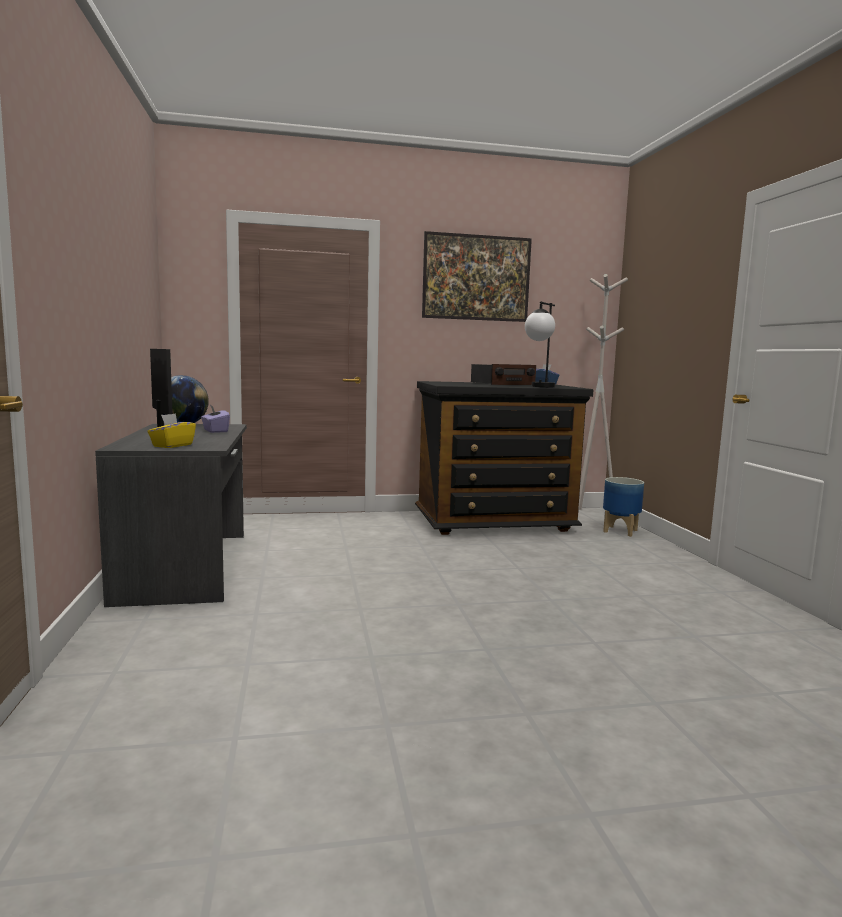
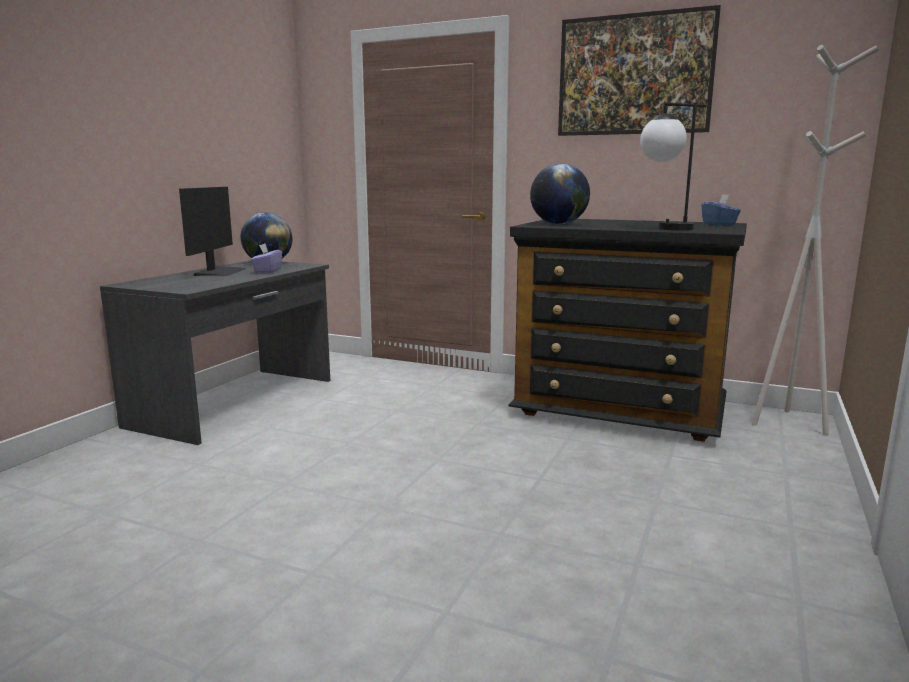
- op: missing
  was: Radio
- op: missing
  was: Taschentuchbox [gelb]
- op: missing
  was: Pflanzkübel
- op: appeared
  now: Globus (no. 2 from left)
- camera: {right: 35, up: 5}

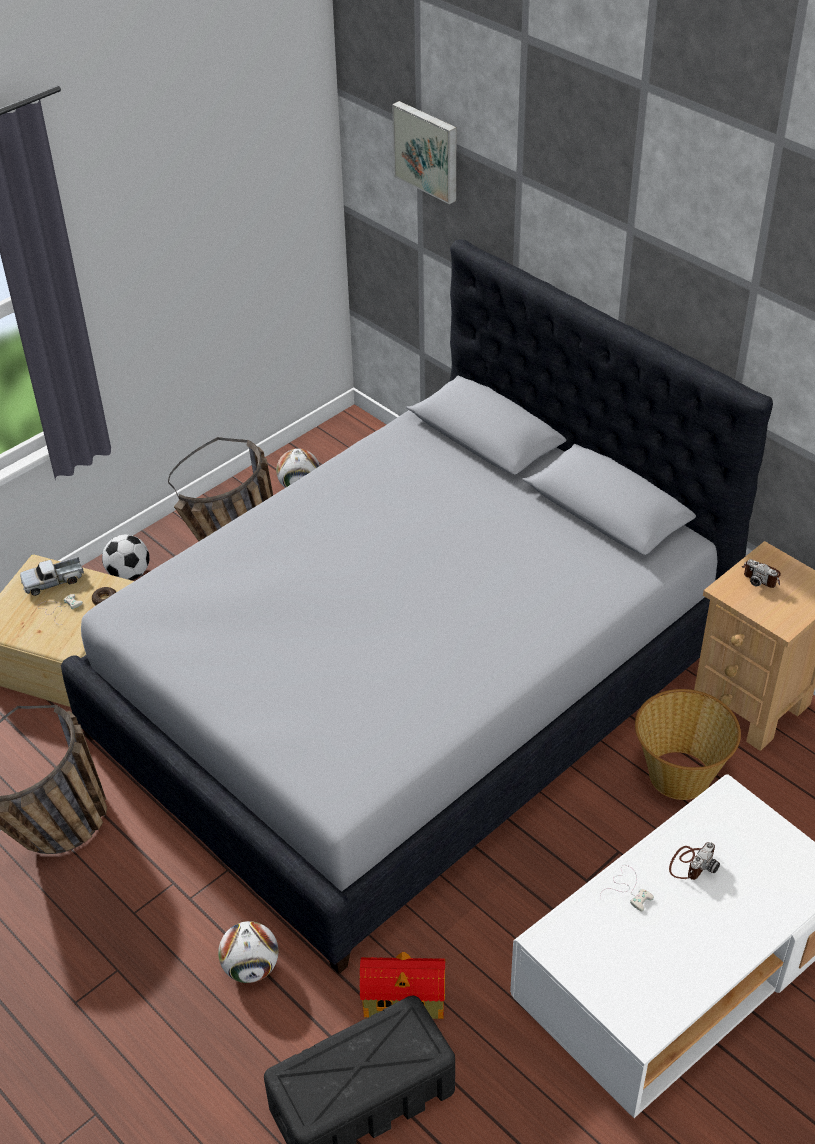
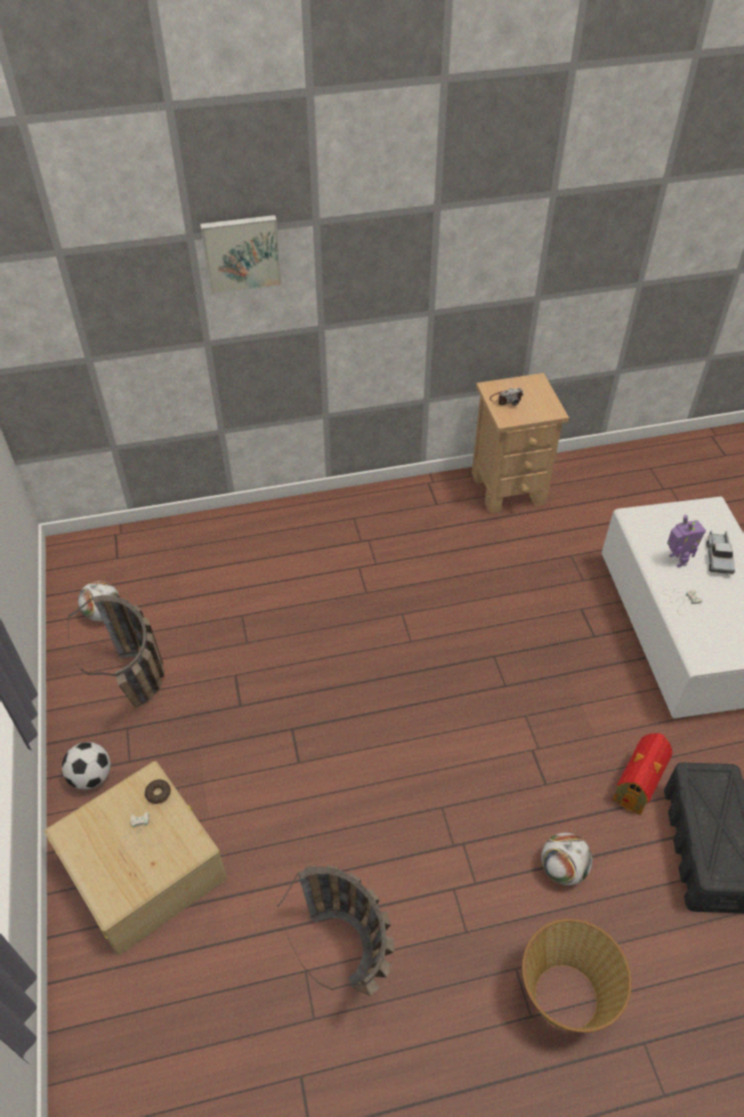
- op: relocated
  was: Bild
- op: missing
  was: Bett [grau]
- op: relocated
  was: Spielzeuglaster
- op: relocated
  was: Korb (no. 3 from left)
- op: exchanged
  was: Kamera (no. 1 from left)
  now: Spielzeugroboter
- camera: {right: -60, up: 5}

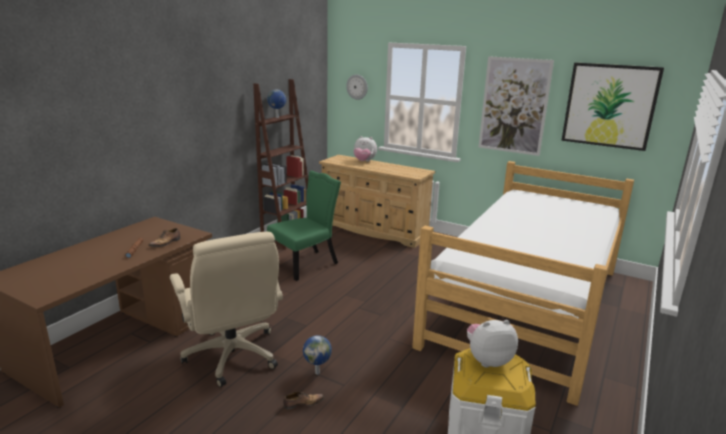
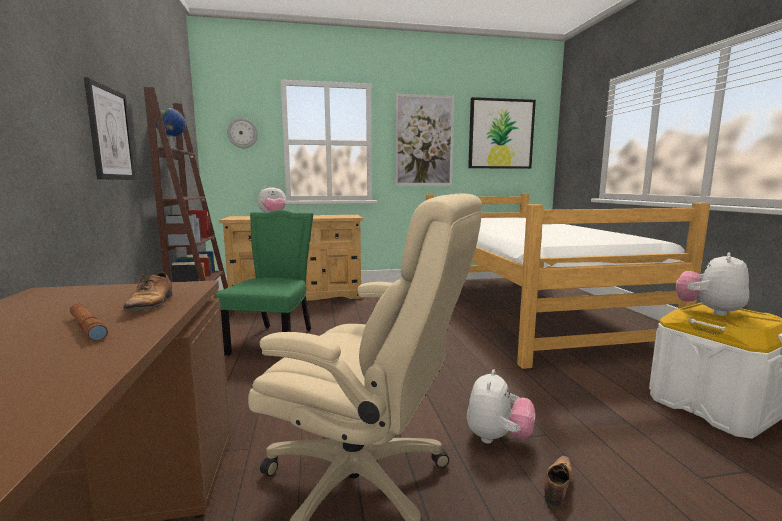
- op: exchanged
  was: Globus (no. 2 from left)
  now: Plüschtier (no. 2 from left)
- op: appeared
  now: Bild (no. 1 from left)
- camera: {right: -40, up: -10}

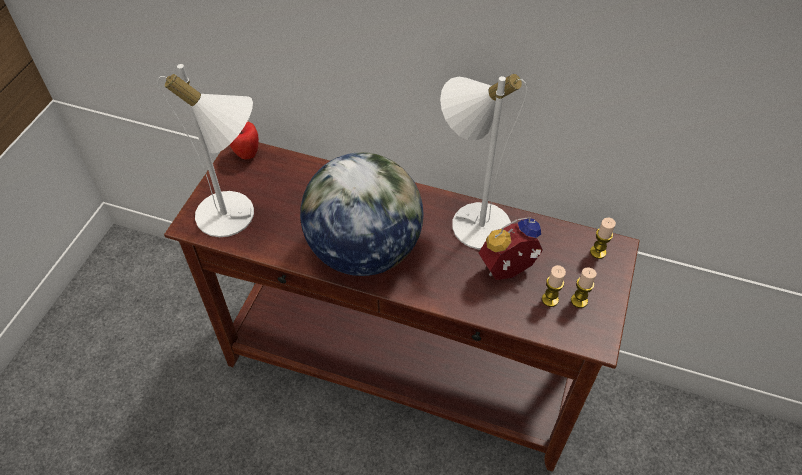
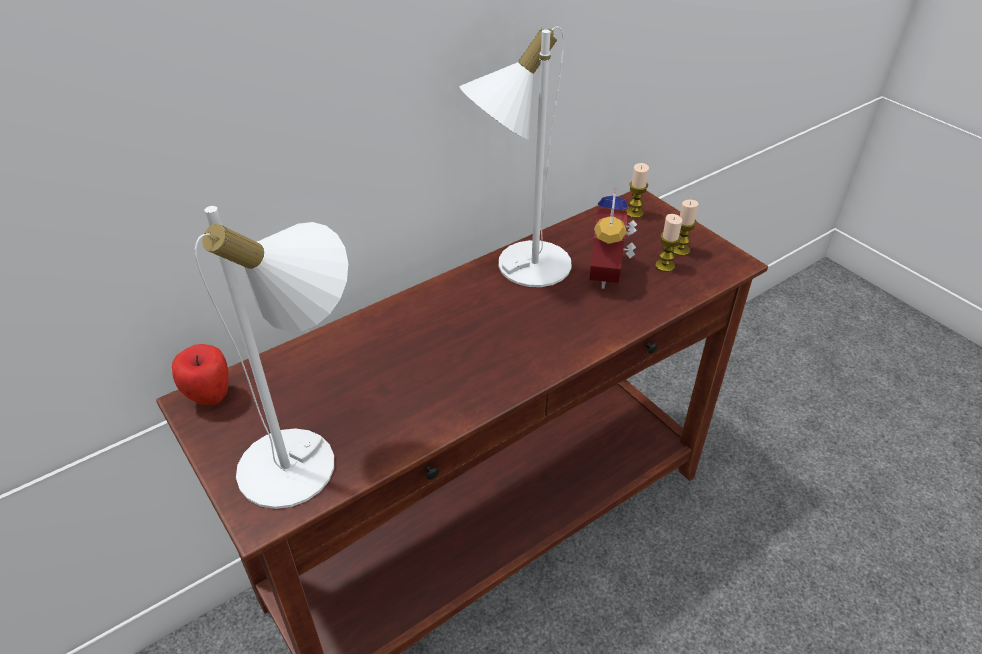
- op: missing
  was: Globus
- camera: {right: -55, up: -10}

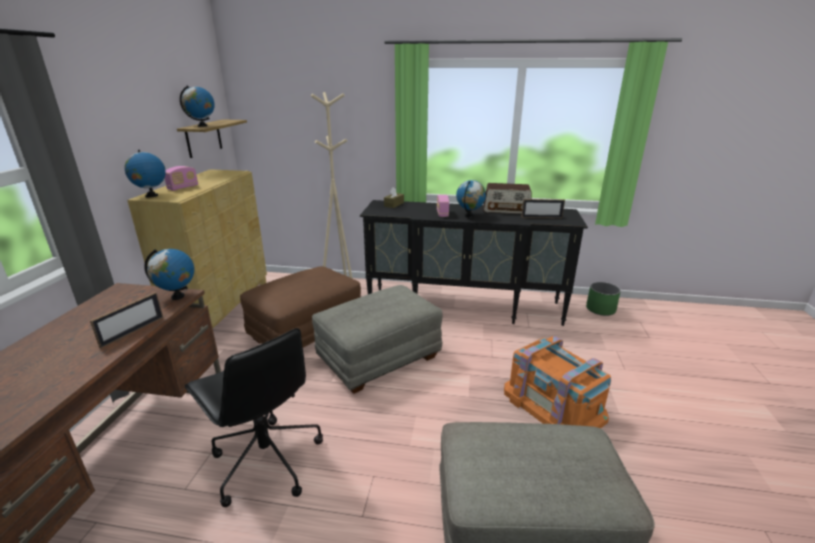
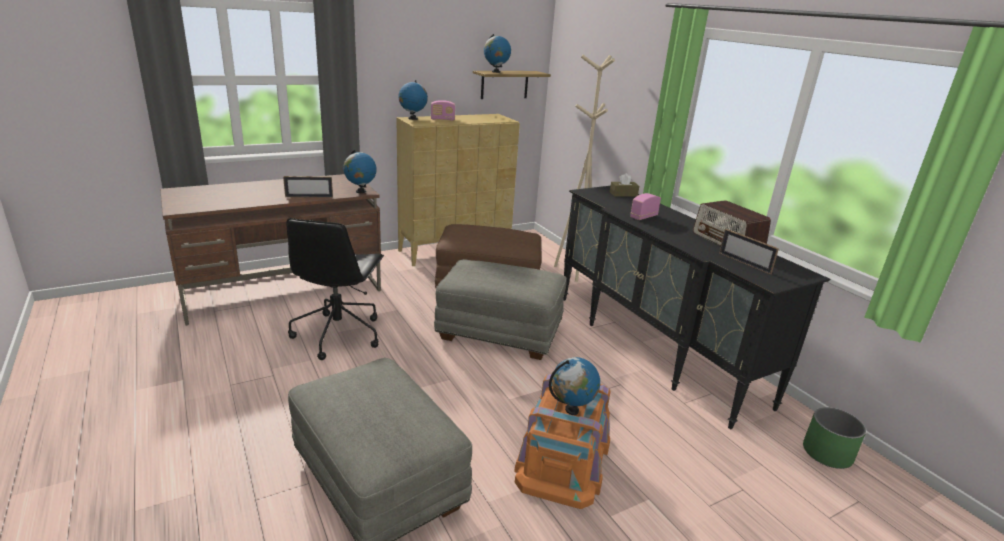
- op: relocated
  was: Globus (no. 4 from left)
- camera: {right: 50, up: 0}

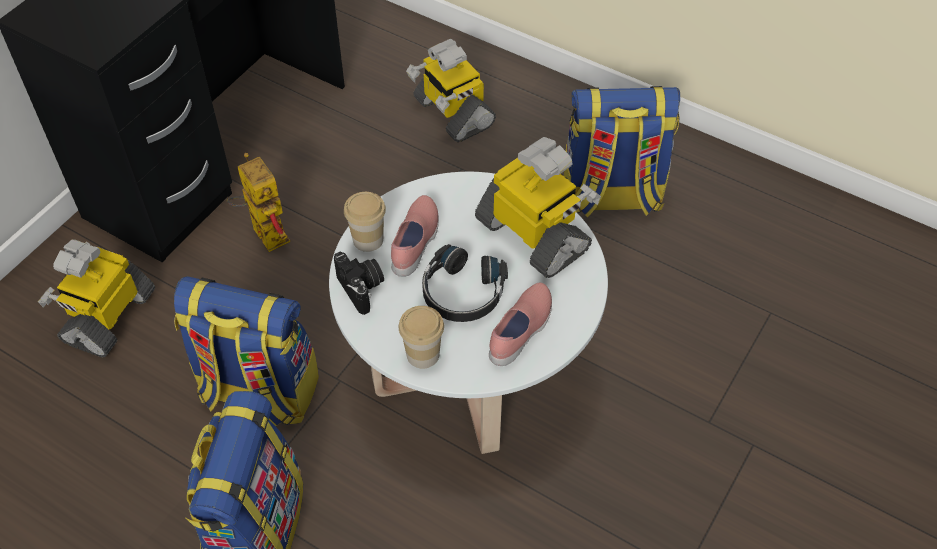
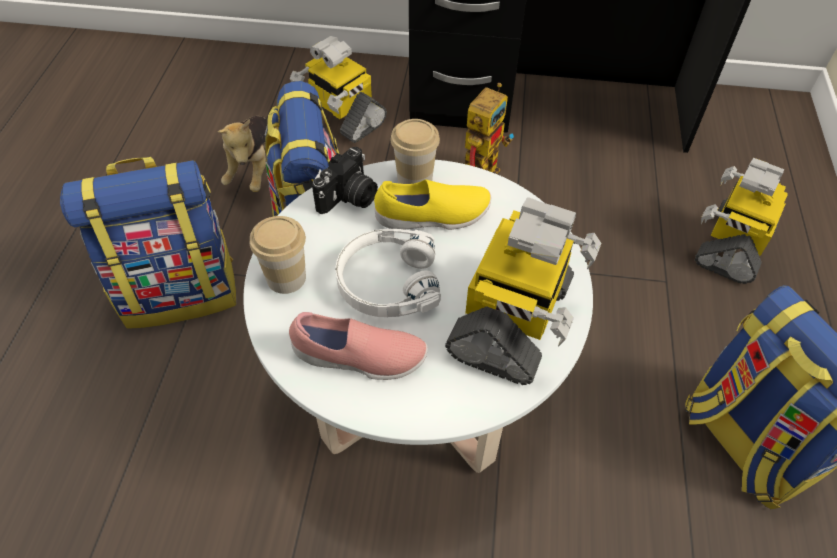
- op: colour
  was: Schuh [rosa] (no. 1 from left)
  now: Schuh [gelb]
- op: spun
  was: Spielzeugroboter (no. 1 from left)
  clockwise: -135
- op: colour
  was: Kopfhörer [schwarz]
  now: Kopfhörer [weiß]
- op: appeared
  now: Plüschtier
- camera: {right: 65, up: 0}

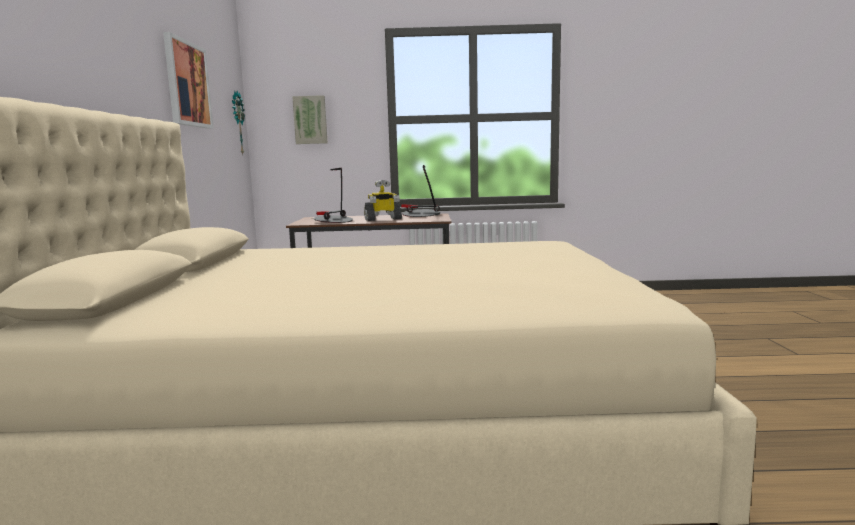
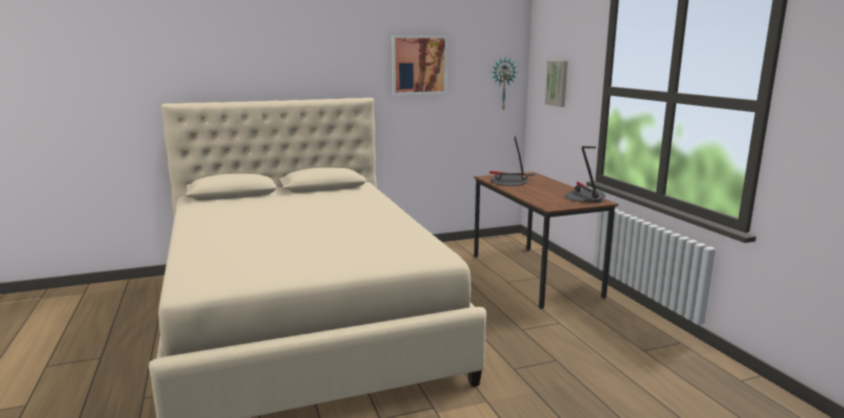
- op: missing
  was: Spielzeugroboter
- camera: {right: 70, up: 5}

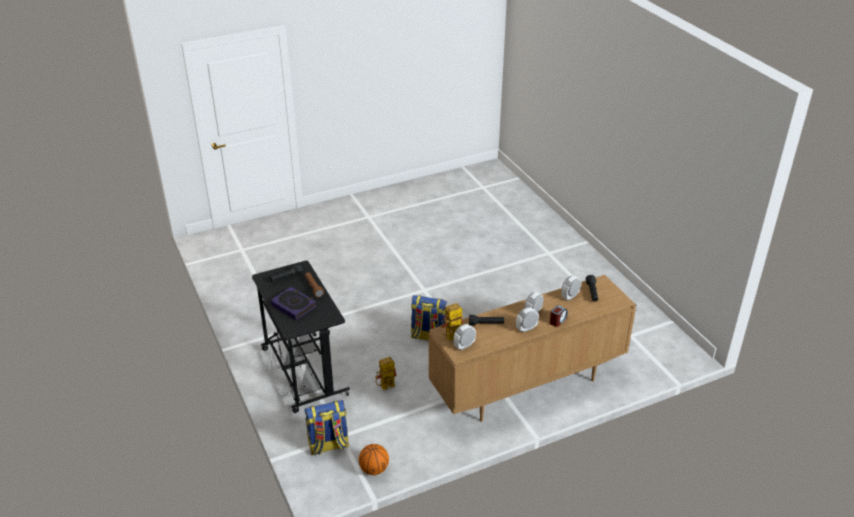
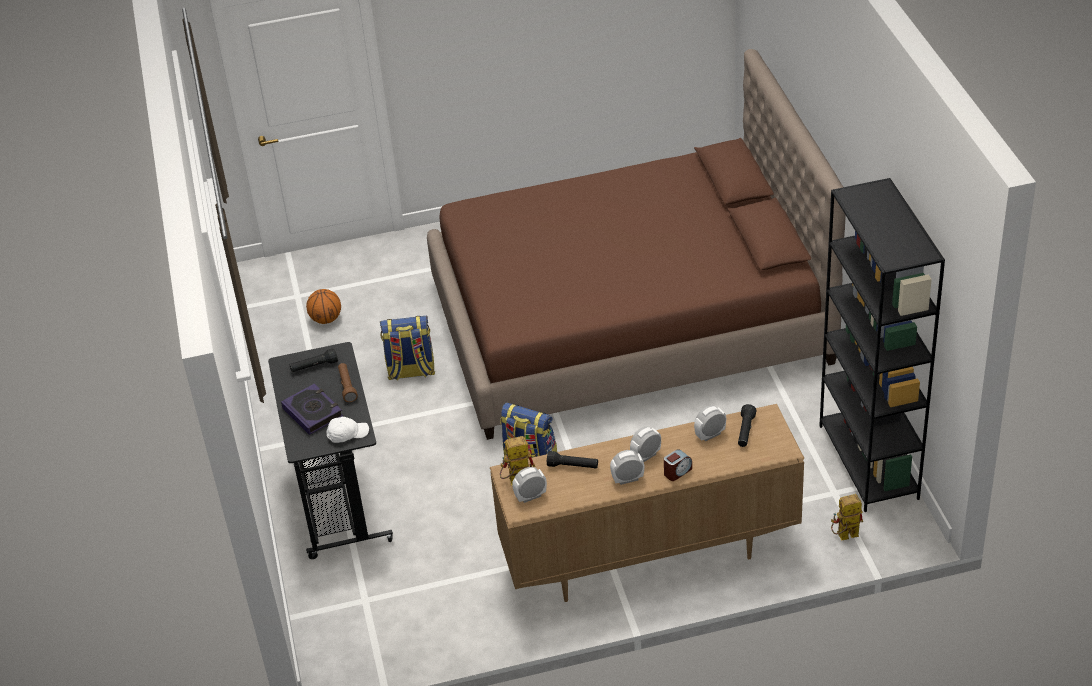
- op: relocated
  was: Spielzeugroboter (no. 1 from left in the first image)
  now: Spielzeugroboter (no. 2 from left)
- op: relocated
  was: Rucksack (no. 1 from left)
- op: relocated
  was: Basketball
- op: appeared
  now: Bett [braun]
- op: appeared
  now: Bücherregal [schwarz]
- op: appeared
  now: Kappe [weiß]
- camera: {right: 15, up: 5}

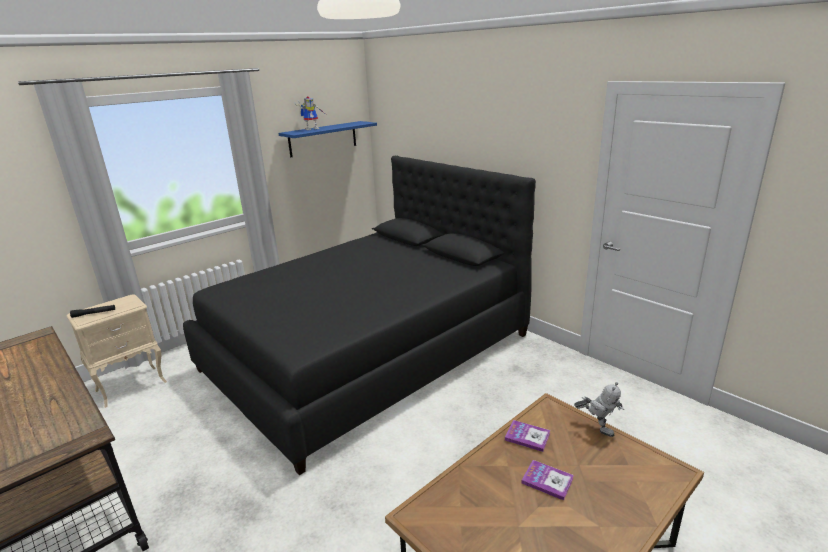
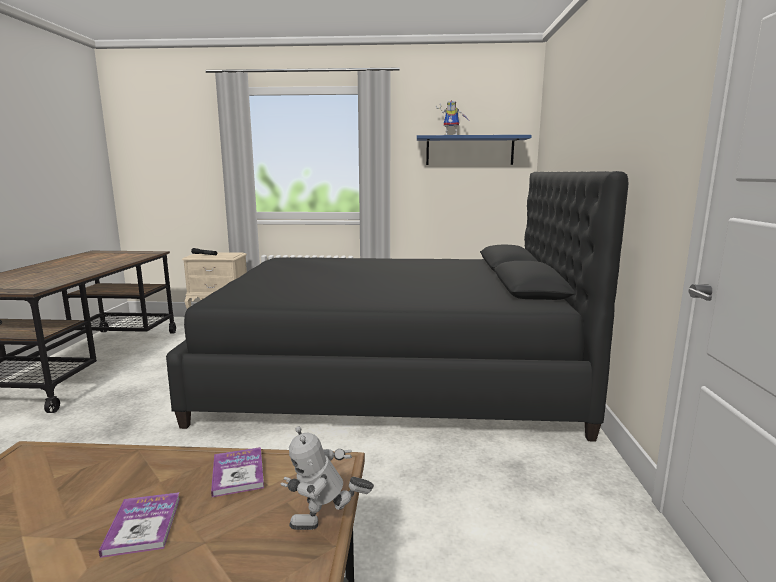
- op: spun
  was: Spielzeugroboter (no. 2 from left in the first image)
  clockwise: 75
- camera: {right: 45, up: -10}

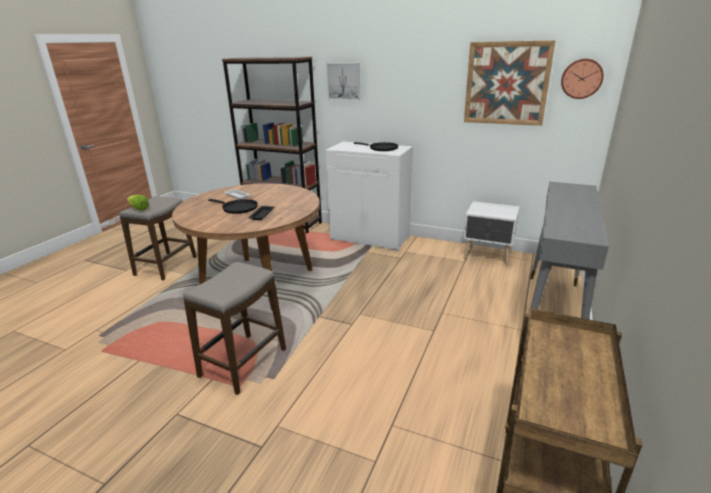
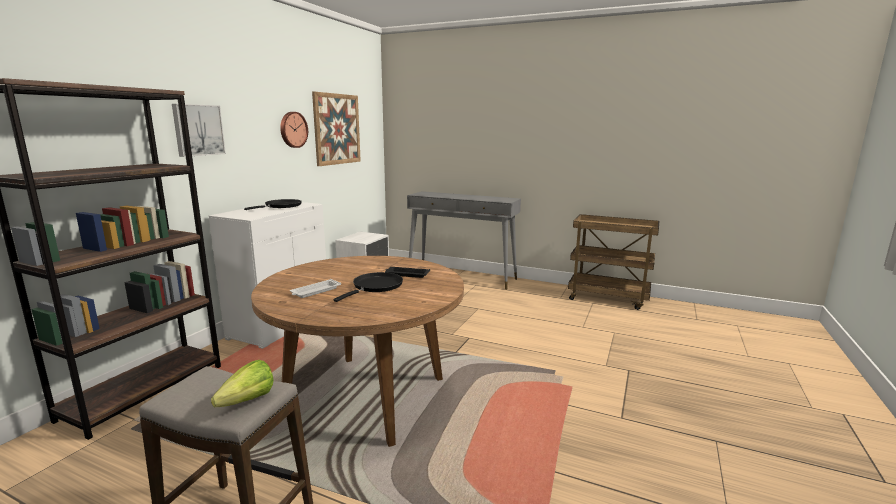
- op: relocated
  was: Wanduhr
- op: missing
  was: Hocker (no. 2 from left)
- camera: {right: -90, up: -10}

